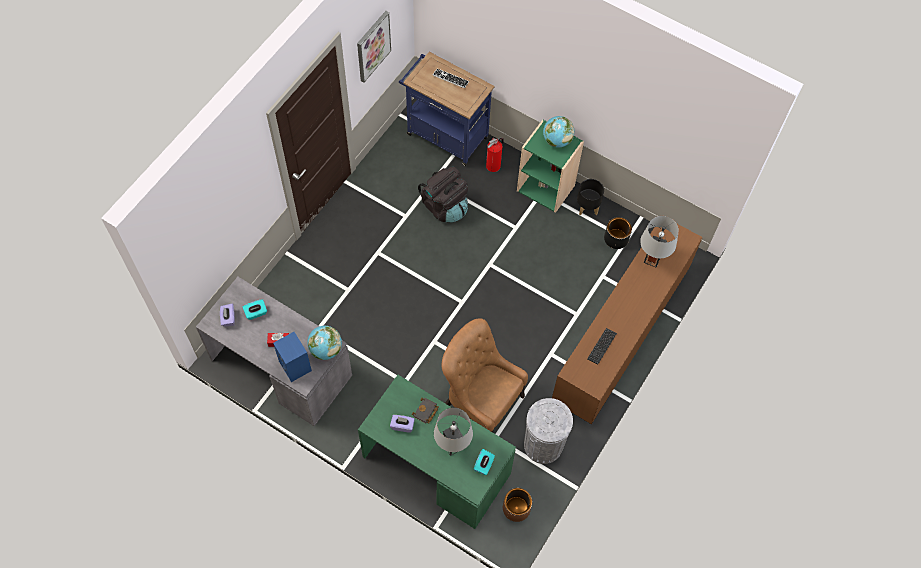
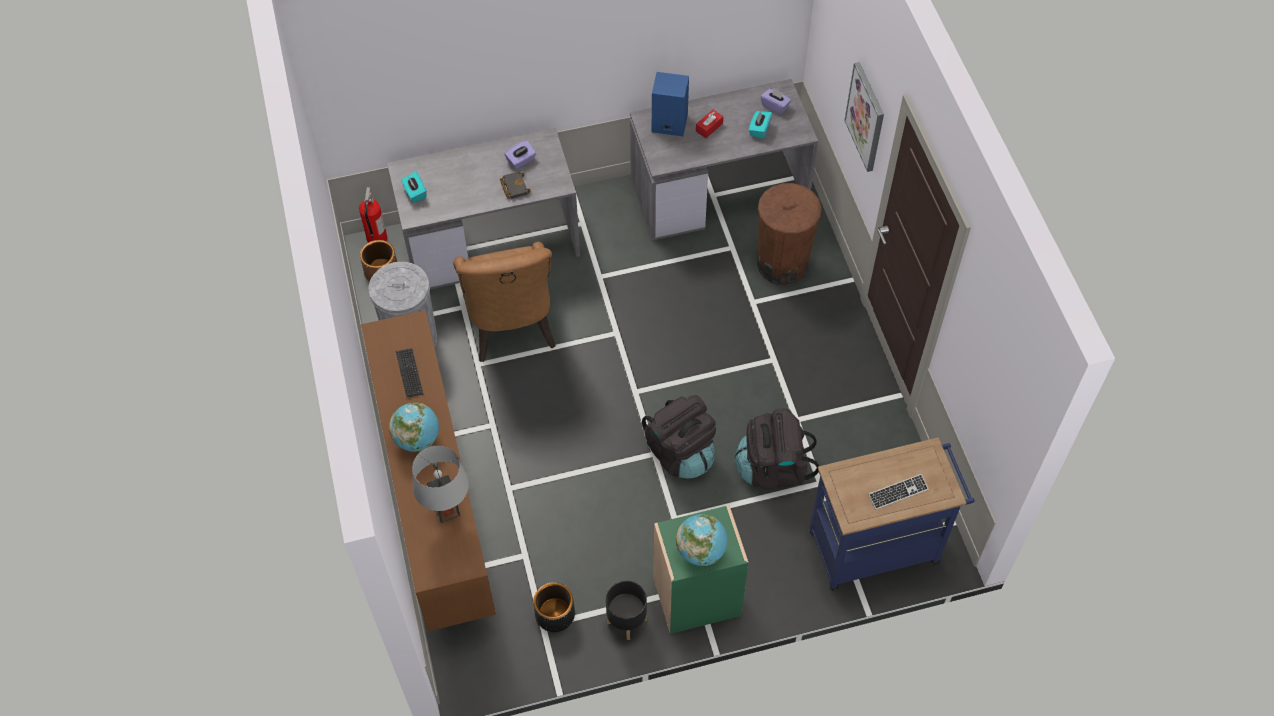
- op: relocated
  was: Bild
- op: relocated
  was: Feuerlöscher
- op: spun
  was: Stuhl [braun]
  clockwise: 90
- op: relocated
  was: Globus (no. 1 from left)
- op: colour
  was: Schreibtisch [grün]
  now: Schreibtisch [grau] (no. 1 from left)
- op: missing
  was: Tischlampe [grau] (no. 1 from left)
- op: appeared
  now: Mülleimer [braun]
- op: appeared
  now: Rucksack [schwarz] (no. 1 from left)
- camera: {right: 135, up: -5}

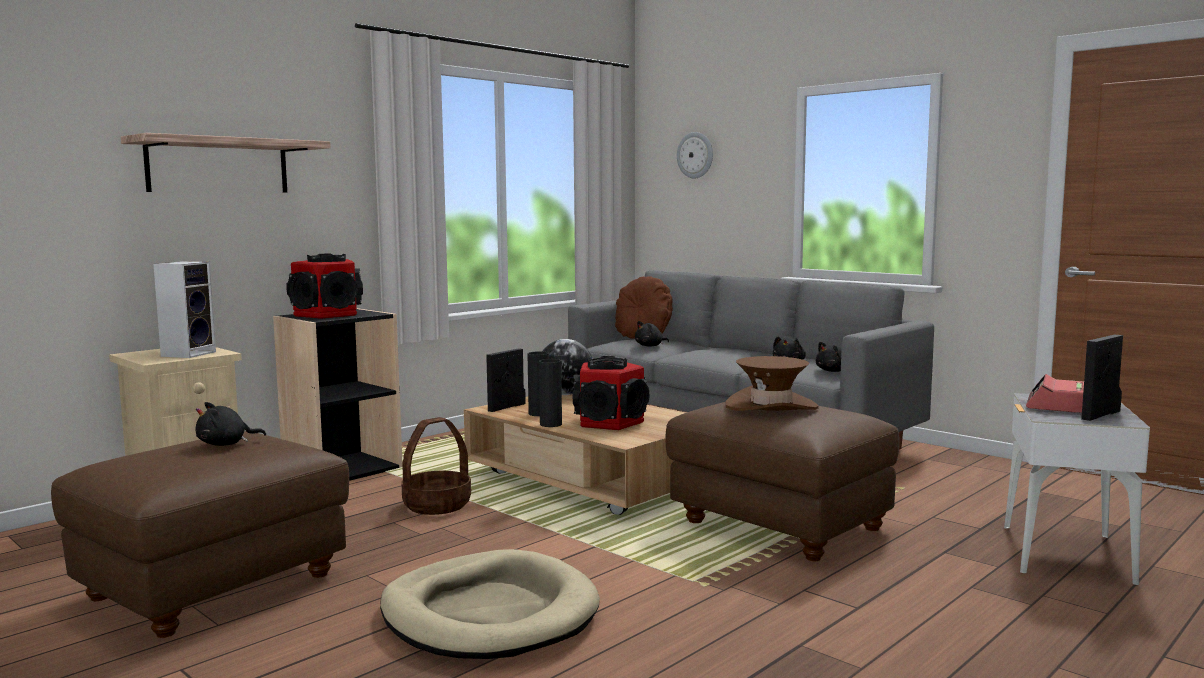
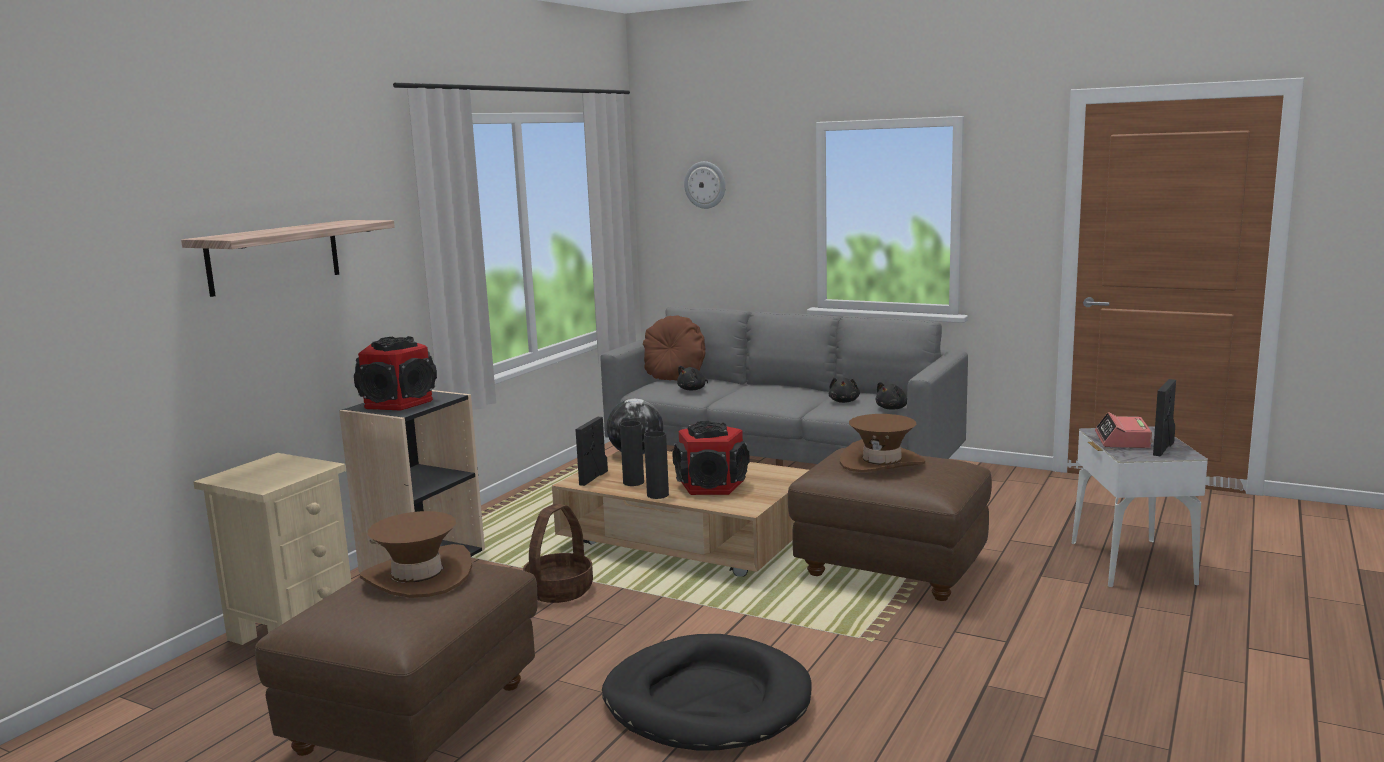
- op: missing
  was: Lautsprecher (no. 1 from left)
- op: exchanged
  was: Plüschtier [schwarz] (no. 1 from left)
  now: Hut [braun] (no. 1 from left)
- op: colour
  was: Hundebett [beige]
  now: Hundebett [schwarz]
- camera: {right: -15, up: 5}

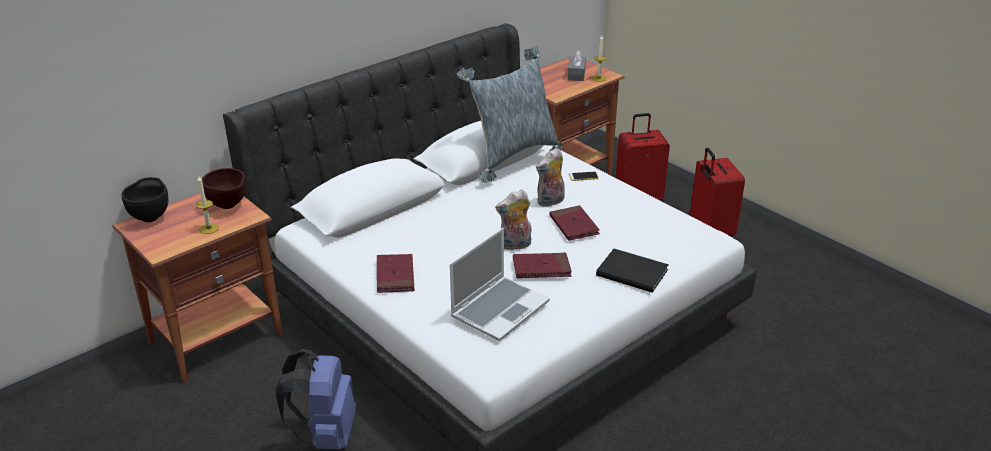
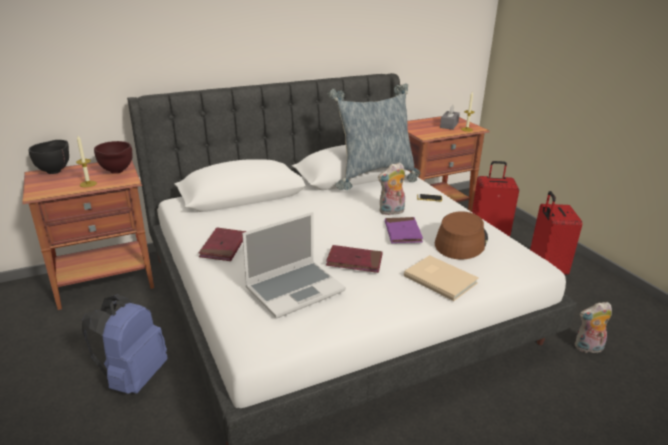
- op: relocated
  was: Plüschtier (no. 1 from left in the first image)
  now: Plüschtier (no. 2 from left)
- op: colour
  was: Buch [rot] (no. 3 from left)
  now: Buch [lila]
- op: colour
  was: Buch [schwarz]
  now: Buch [beige]
- op: appeared
  now: Hut [braun]
- camera: {right: 15, up: -5}

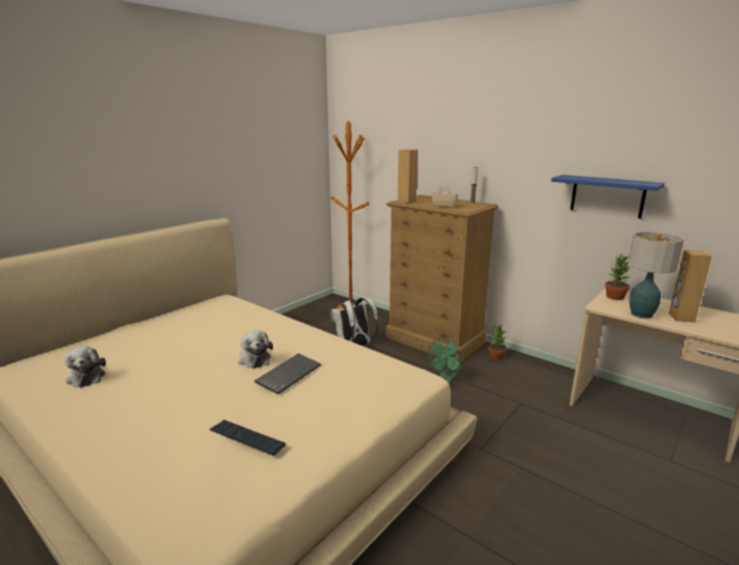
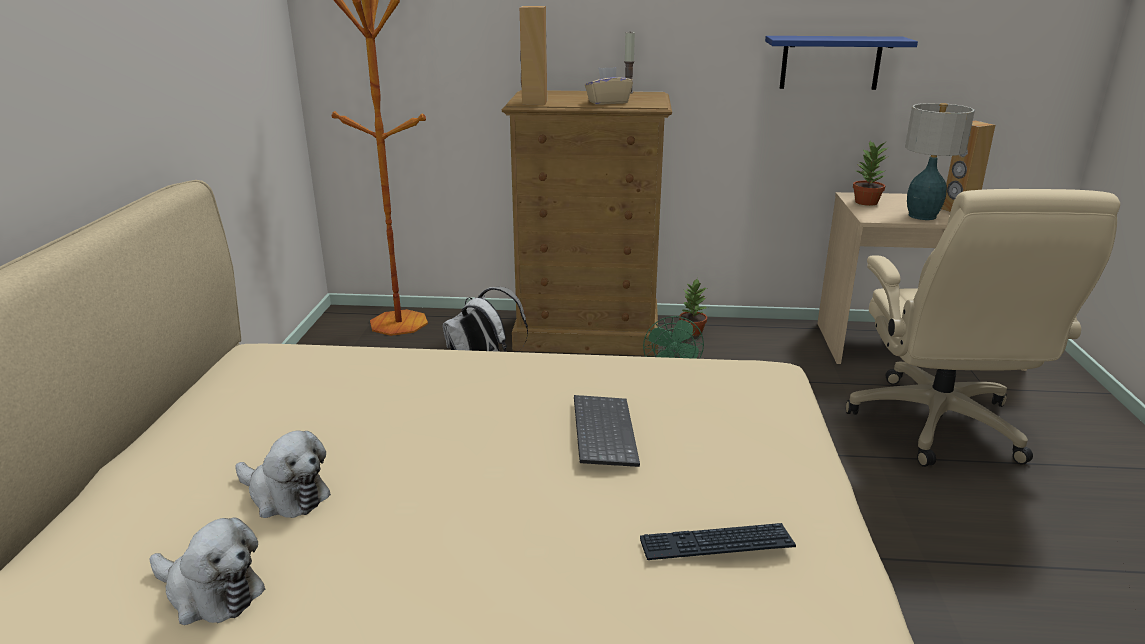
- op: relocated
  was: Plüschtier (no. 2 from left)
- op: appeared
  now: Bürostuhl [beige]
- camera: {right: -35, up: 5}

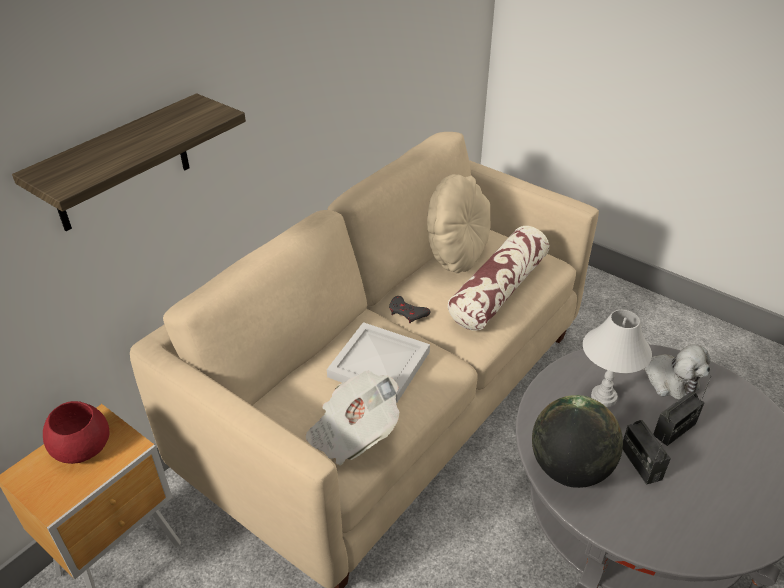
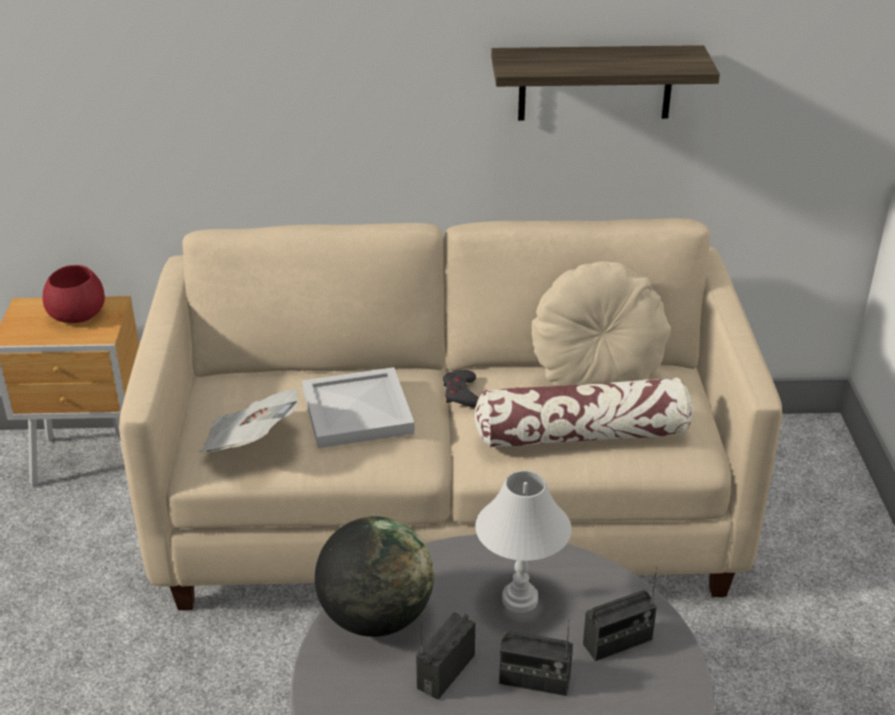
- op: relocated
  was: Wandregal
- op: exchanged
  was: Plüschtier
  now: Radio (no. 3 from left)
- camera: {right: 50, up: -5}

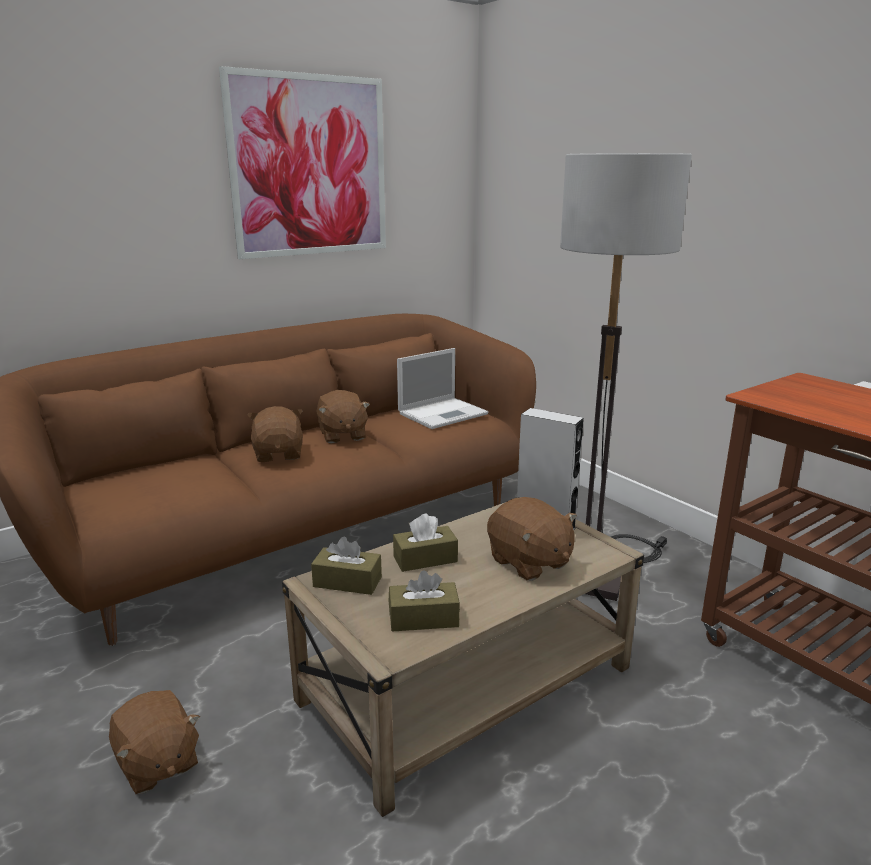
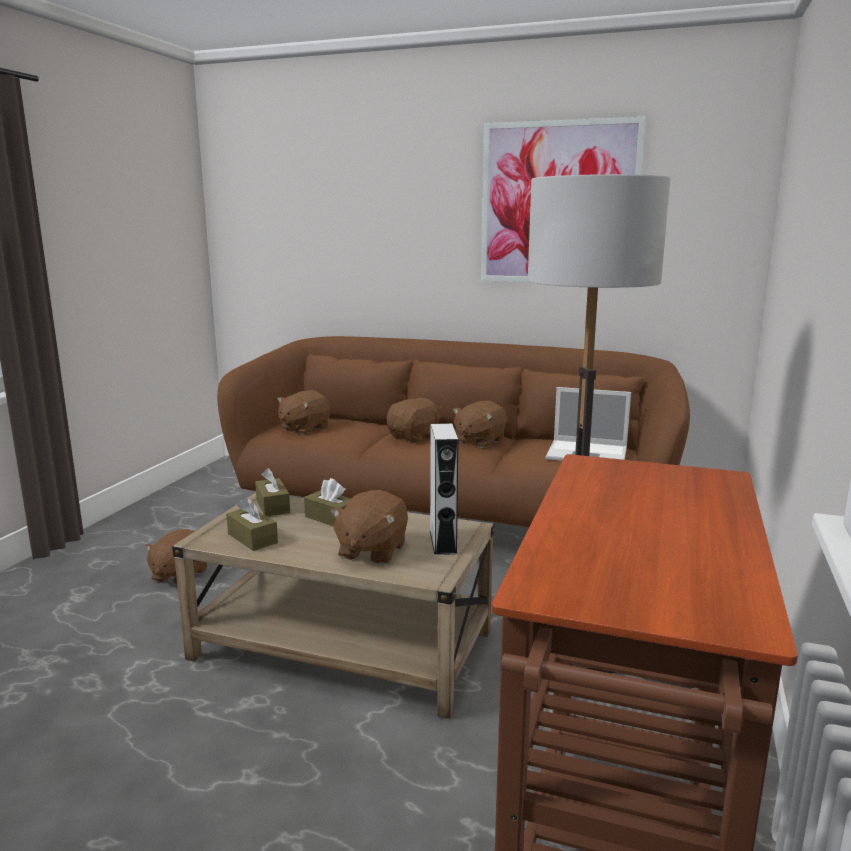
- op: appeared
  now: Plüschtier [braun] (no. 2 from left)
- camera: {right: 55, up: -5}

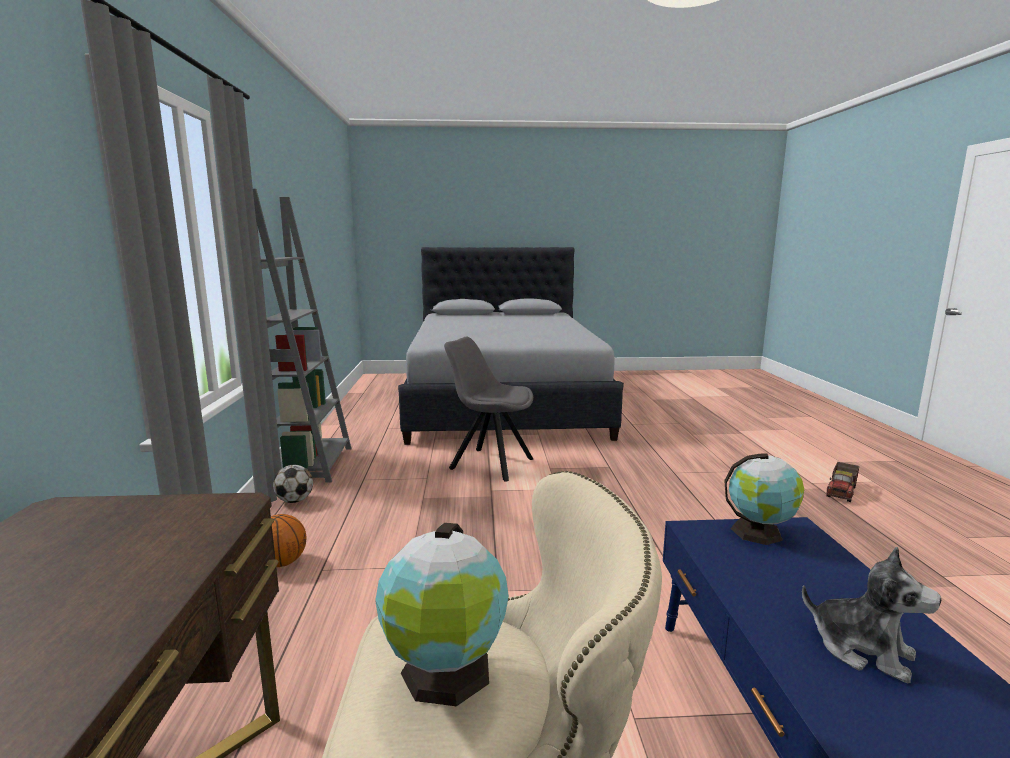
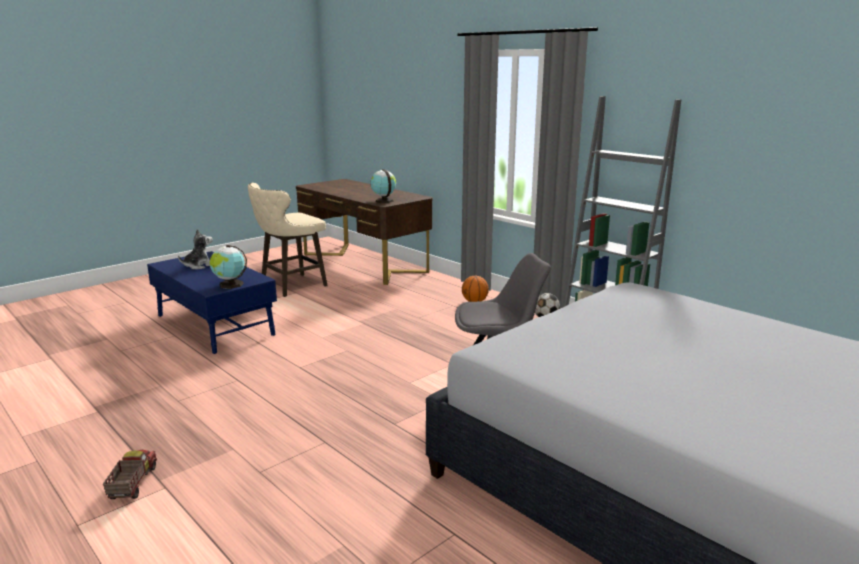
- op: relocated
  was: Globus (no. 1 from left in the first image)
  now: Globus (no. 2 from left)
- op: spun
  was: Plüschtier
  clockwise: 135
- camera: {right: 140, up: 5}

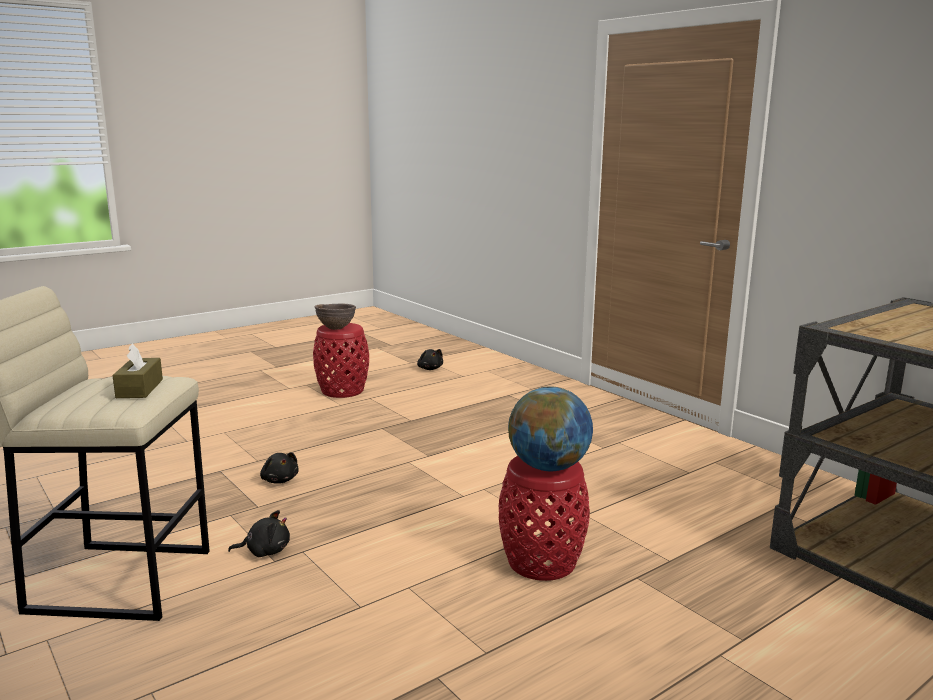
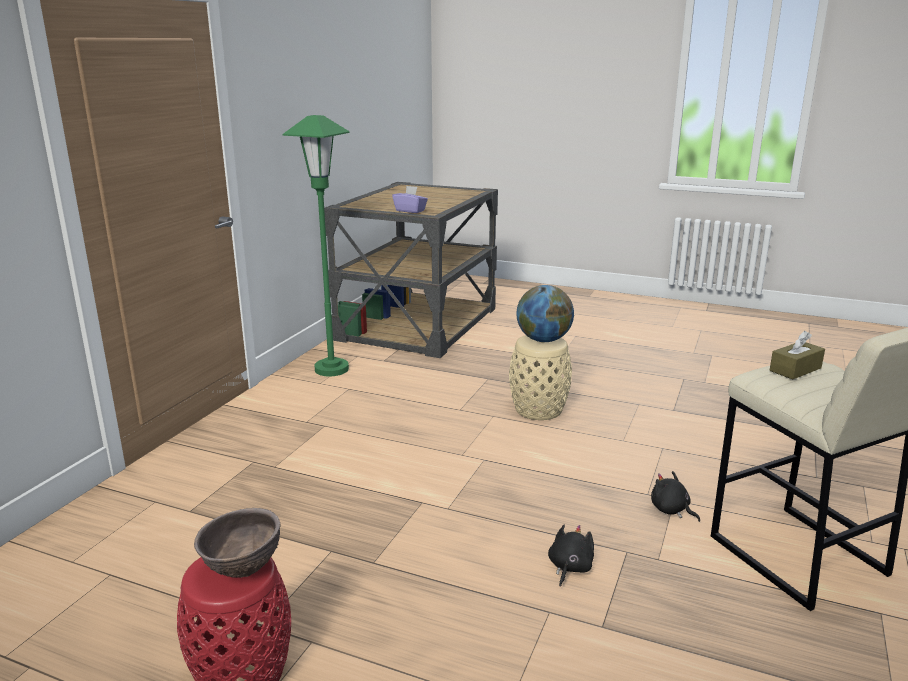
- op: missing
  was: Plüschtier [schwarz] (no. 3 from left)
- op: colour
  was: Hocker [rot] (no. 2 from left)
  now: Hocker [beige] (no. 1 from left)
- op: appeared
  now: Stehlampe [grün]
- op: appeared
  now: Taschentuchbox [lila]
- camera: {right: -120, up: 5}

